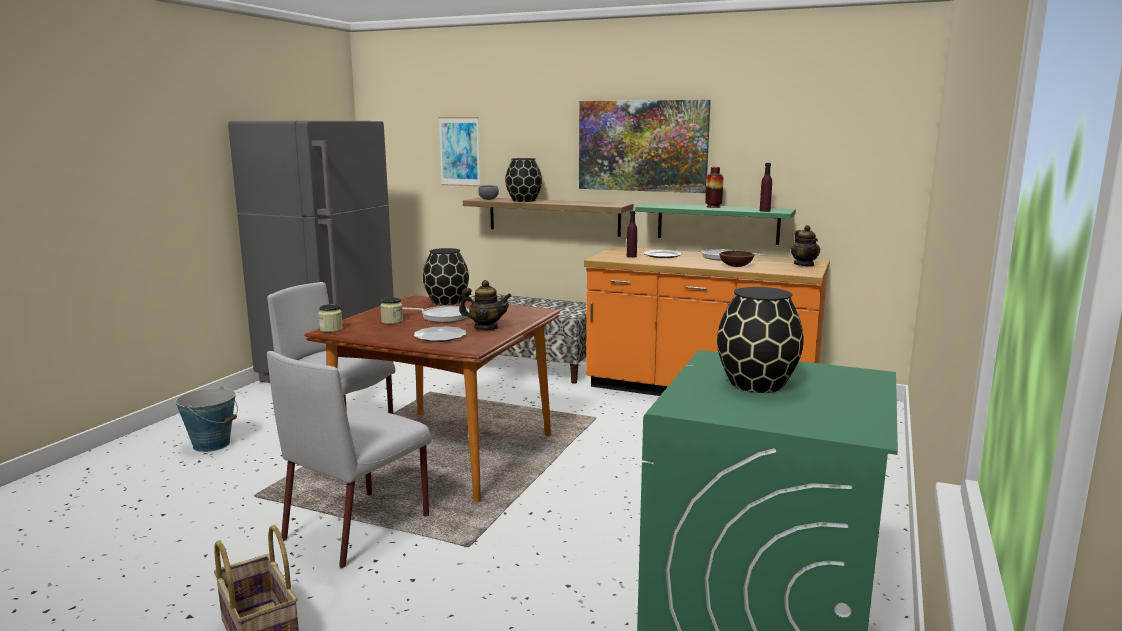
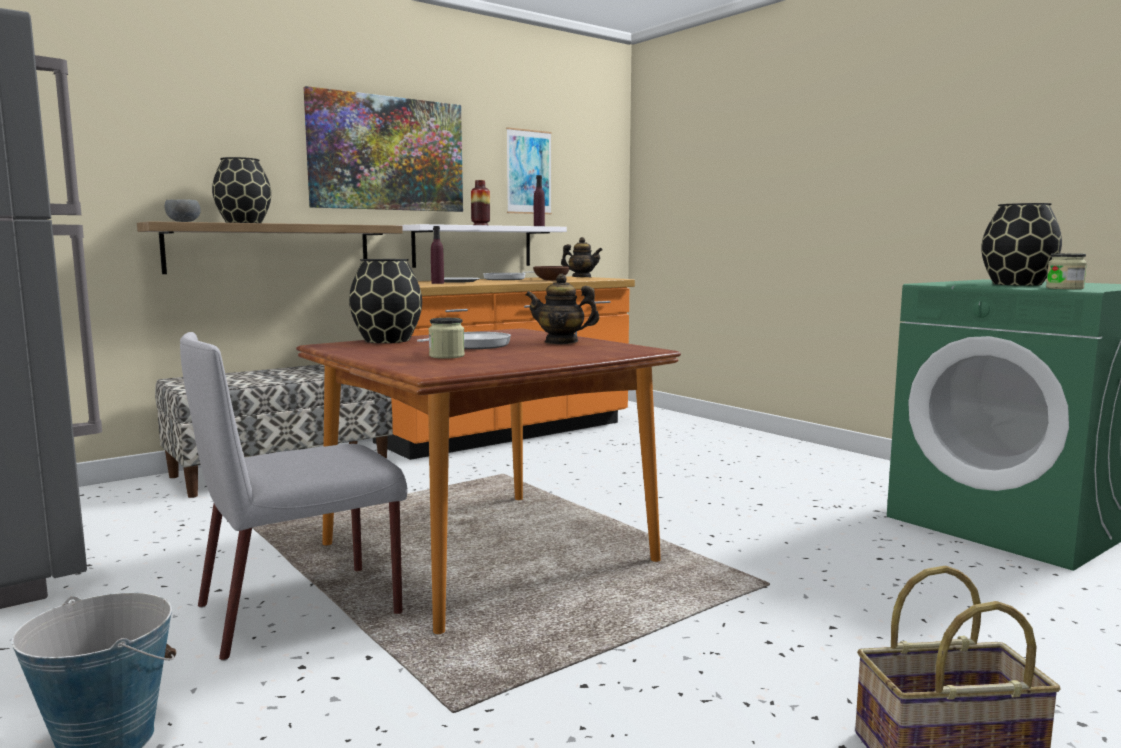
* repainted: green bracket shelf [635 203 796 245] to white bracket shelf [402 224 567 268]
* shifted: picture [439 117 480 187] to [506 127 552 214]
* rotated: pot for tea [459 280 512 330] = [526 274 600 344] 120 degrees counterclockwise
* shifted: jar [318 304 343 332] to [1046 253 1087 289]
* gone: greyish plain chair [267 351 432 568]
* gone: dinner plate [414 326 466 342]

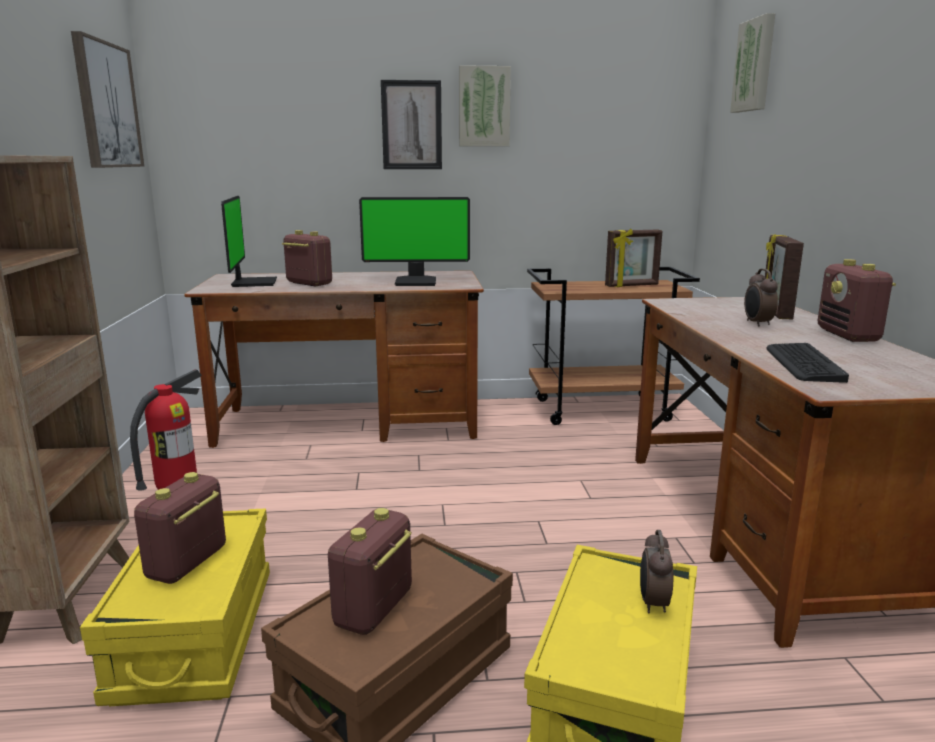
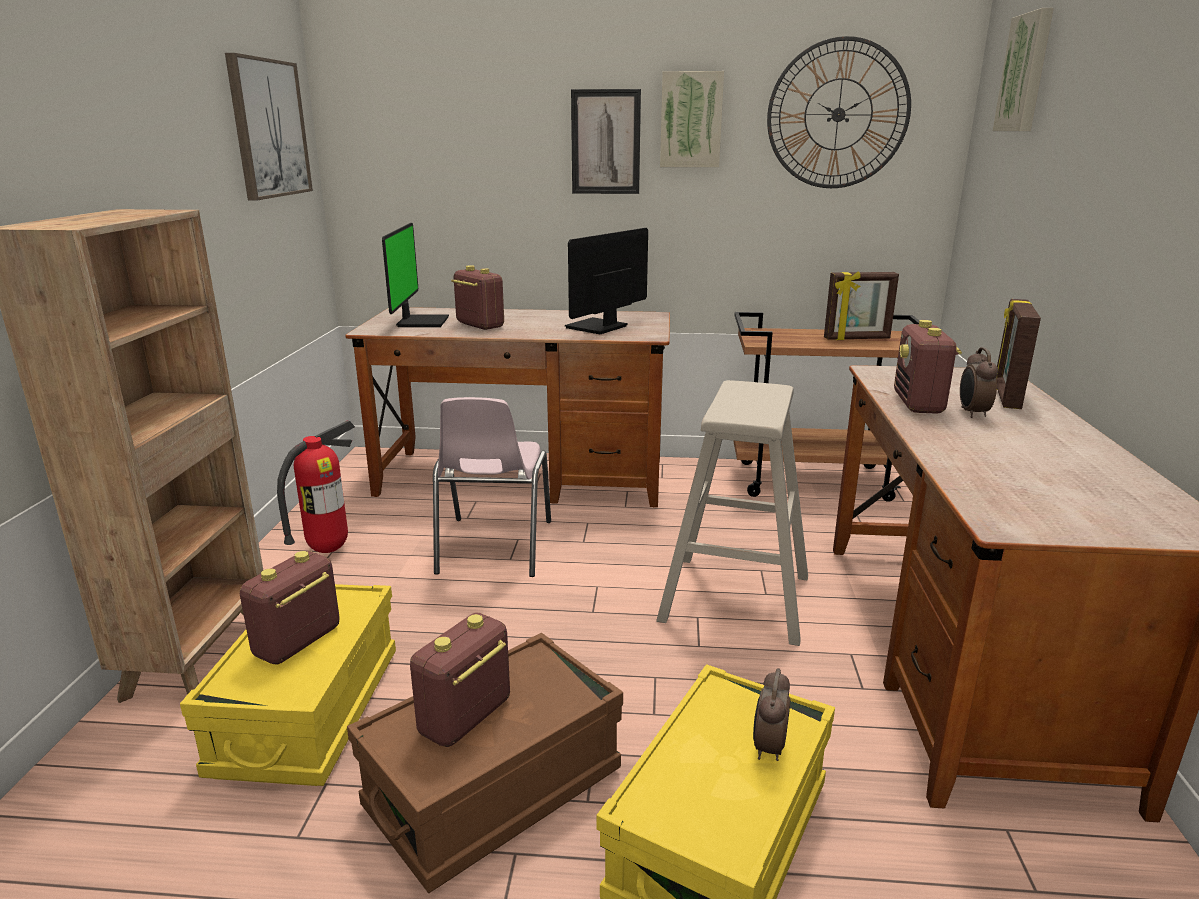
* new: pinkish plain chair [433 397 551 577]
* rotated: monitor [359 197 470 286] = [565 228 648 334] 120 degrees clockwise
* new: sand-coloured stool [656 380 808 646]
* new: clock on the wall [767 36 911 188]
* shifted: radio [818 259 896 342] to [894 320 962 414]
* gone: PC keyboard [767 343 849 383]

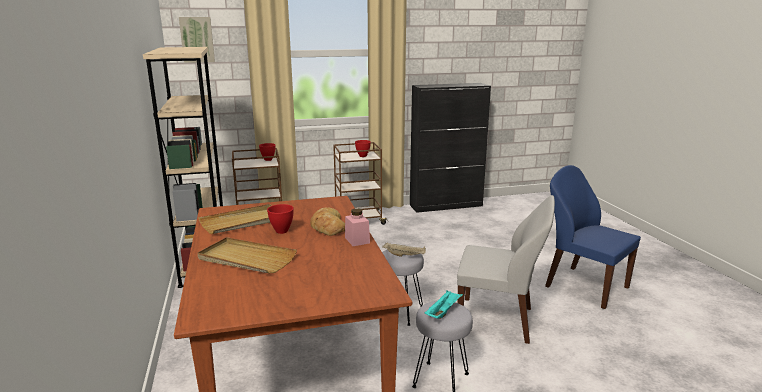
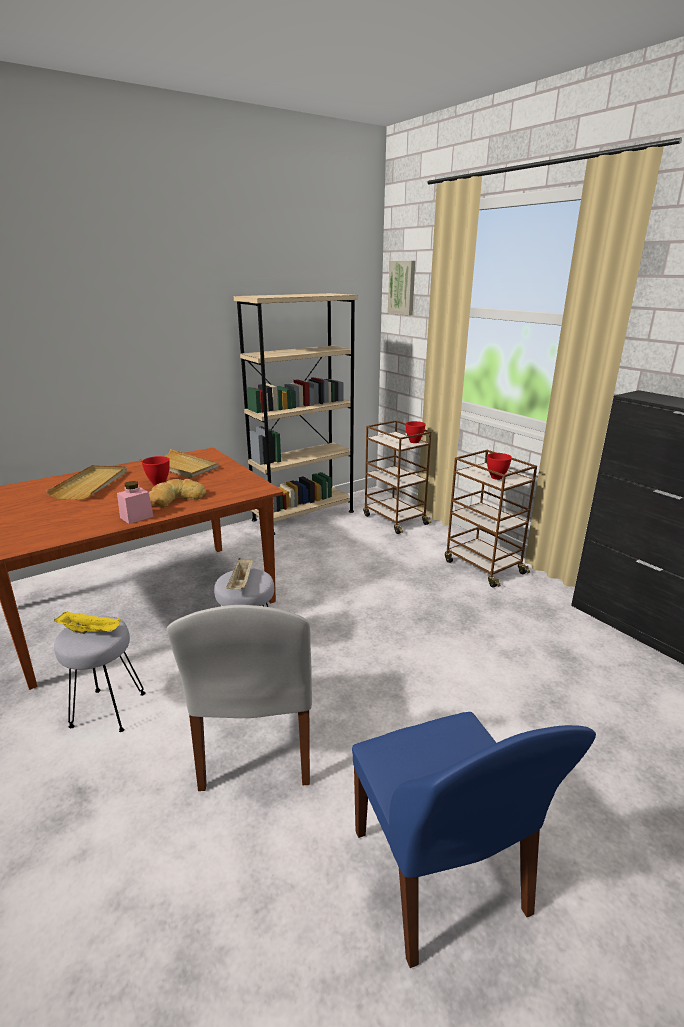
* repainted: blue-green carrying tray [425 290 463 319] to yellow carrying tray [54 611 121 634]
* rotated: blue plain chair [545 165 641 309] = [352 712 596 968] 135 degrees clockwise

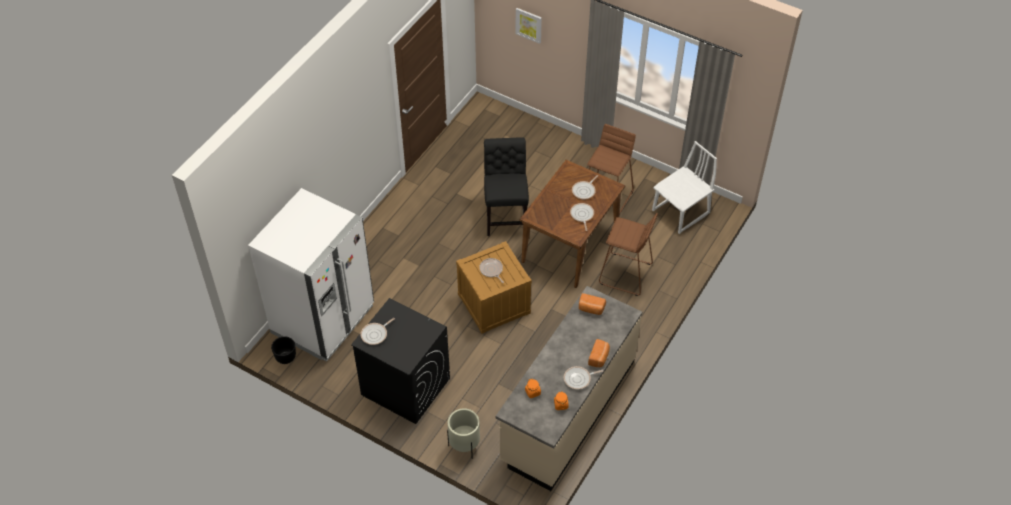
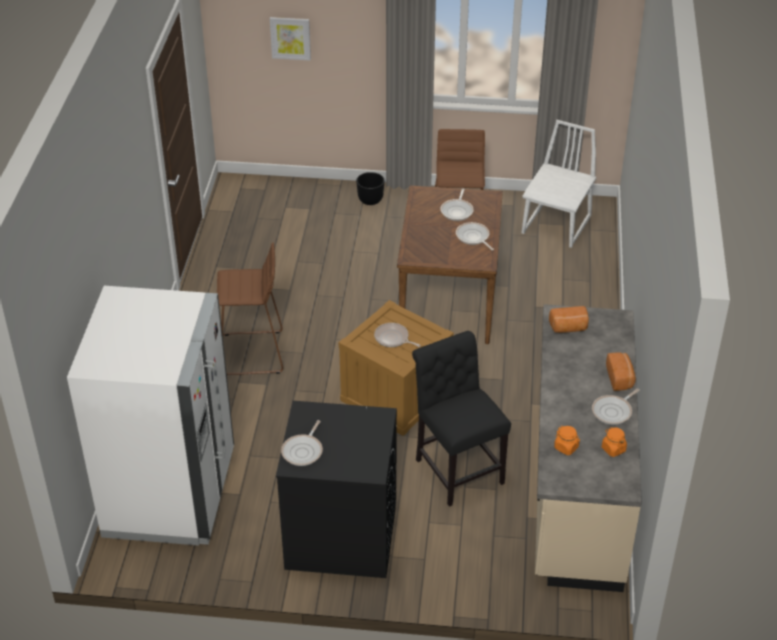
* shifted: brown-coloured stool [599 213 658 296] to [217 242 283 375]
* shifted: black-coloured planter [271 336 296 364] to [356 172 385 205]
* shifted: black-coloured plain chair [484 137 529 236] to [412 331 511 507]
* gone: sand-coloured planter [447 408 480 459]

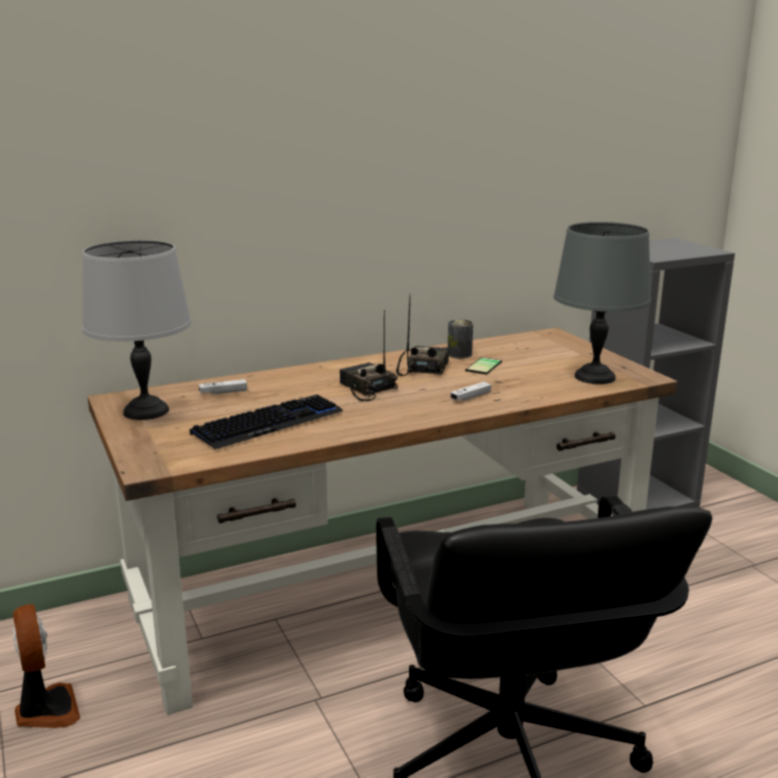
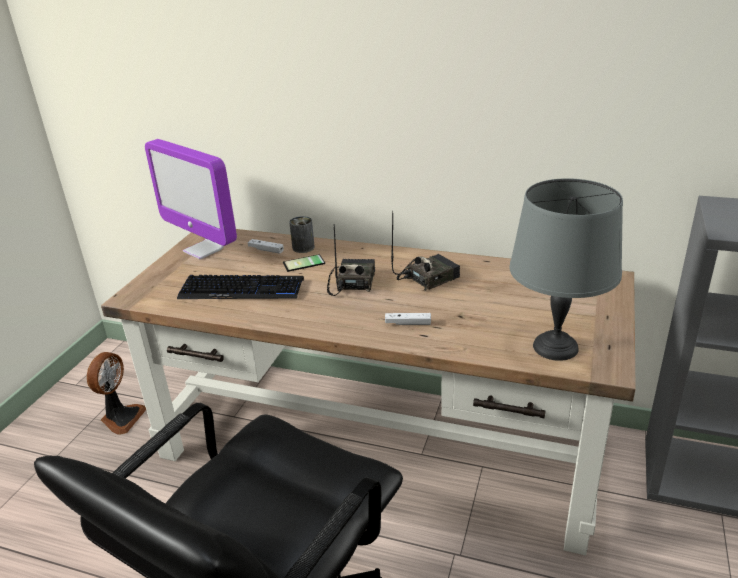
* swapped: greyish lamp for a table [82 240 191 420] to monitor [145 139 237 259]
* shifted: telephone [465 357 502 375] to [283 254 325 272]
* shifted: metal can [448 319 473 359] to [289 216 315 253]

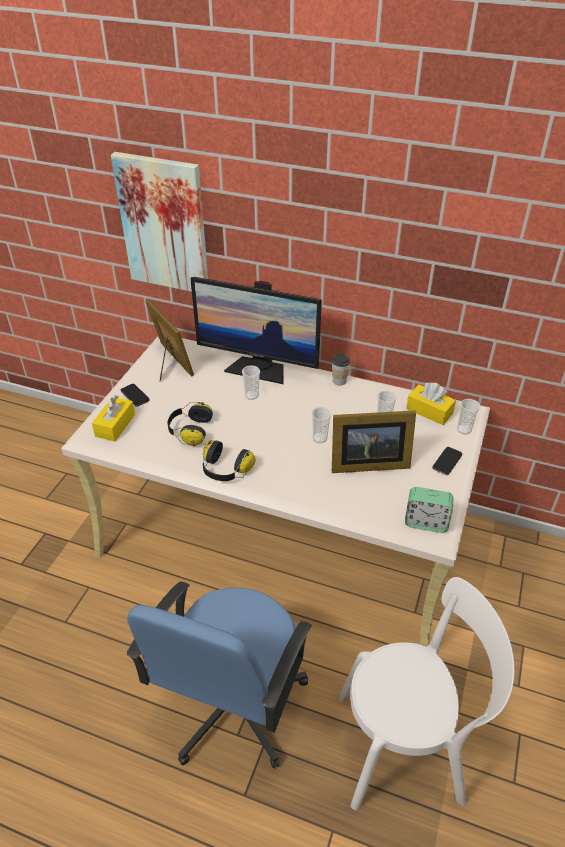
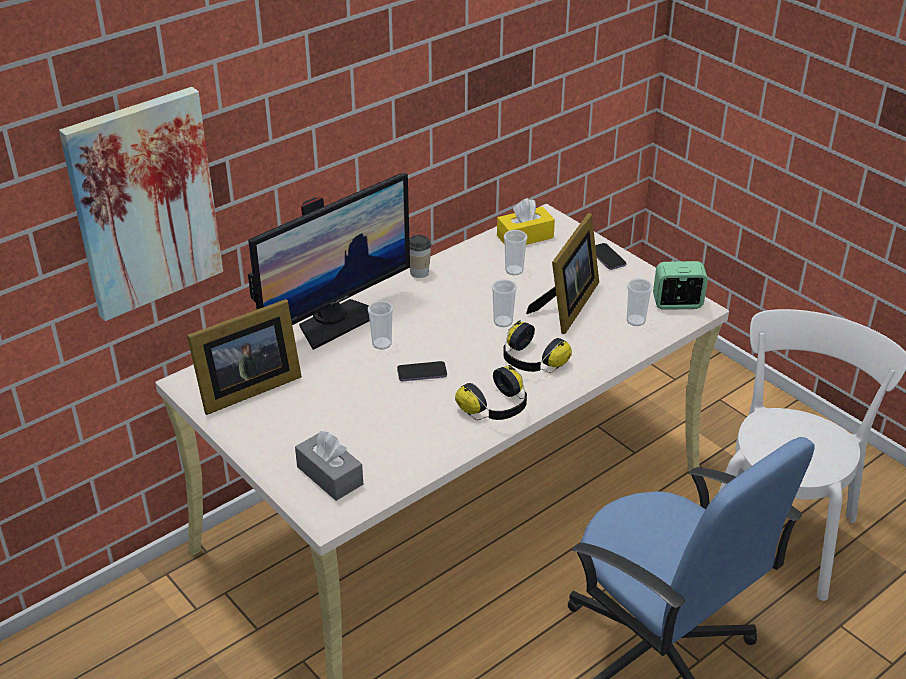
* rotated: picture frame [145 299 194 381] = [187 299 302 415] 150 degrees clockwise
* repainted: yellow box of tissues [92 395 135 442] to greyish box of tissues [295 431 363 501]
* shifted: telephone [121 384 150 407] to [397 361 447 381]
* shifted: pair of headphones [168 402 213 446] to [503 320 572 373]
* shifted: small cup [457 399 480 434] to [626 278 653 326]
* rotated: bedside clock [405 487 454 533] = [653 261 708 310] 135 degrees counterclockwise

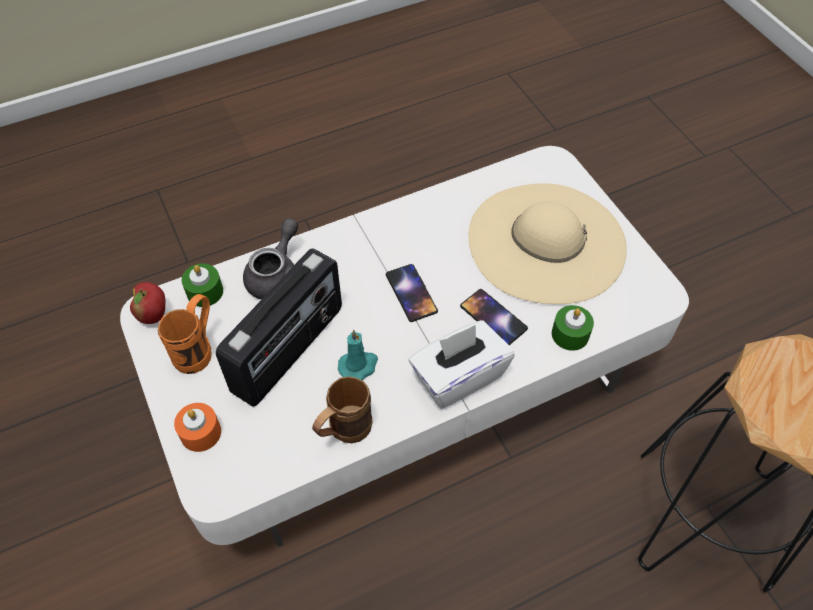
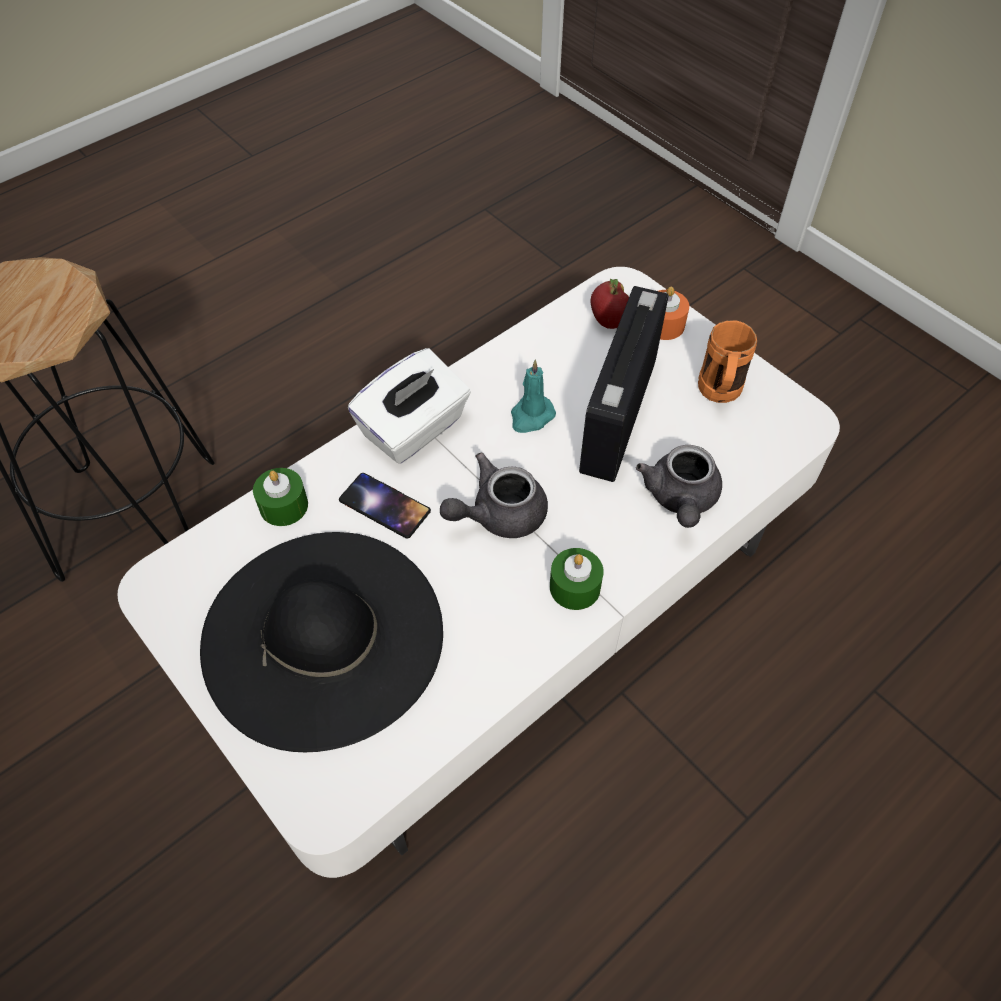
* repainted: sand-coloured clothing hat [468 183 627 304] to black-coloured clothing hat [200 532 443 752]
* swapped: telephone [386 264 438 322] to greyish pot for tea [440 453 548 538]
* shifted: green candle [182 263 223 307] to [550 548 604 610]
* shifted: apple fruit [130 282 166 324] to [590 279 629 329]
* gone: brown-coloured coffee mug [312 376 373 443]

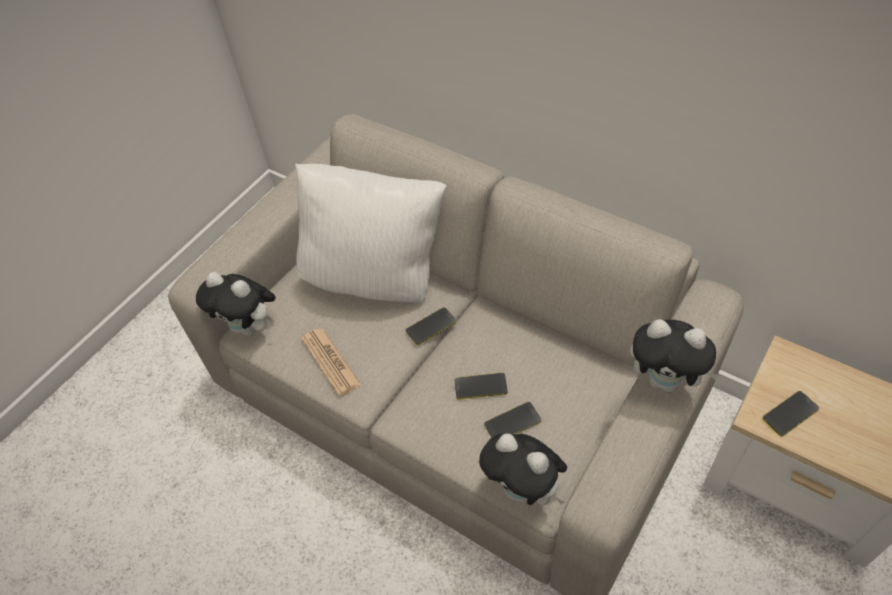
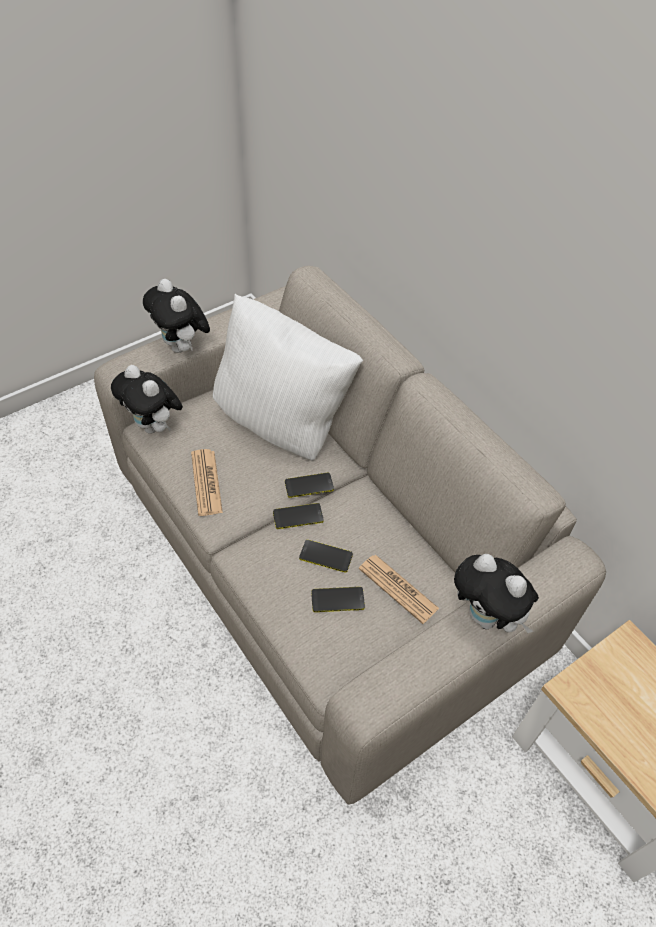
* shifted: plush toy [479 433 567 505] to [143 279 210 353]
* shifted: telephone [762 391 819 436] to [273 503 324 529]
* new: printed paper [359 555 439 624]

